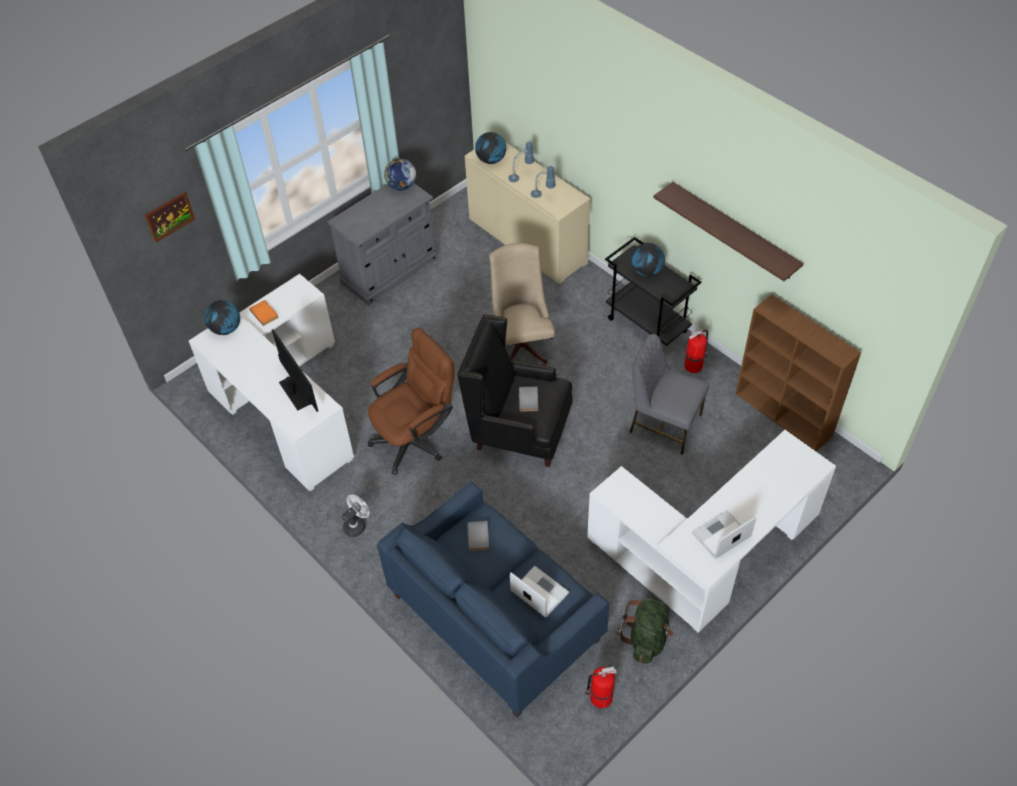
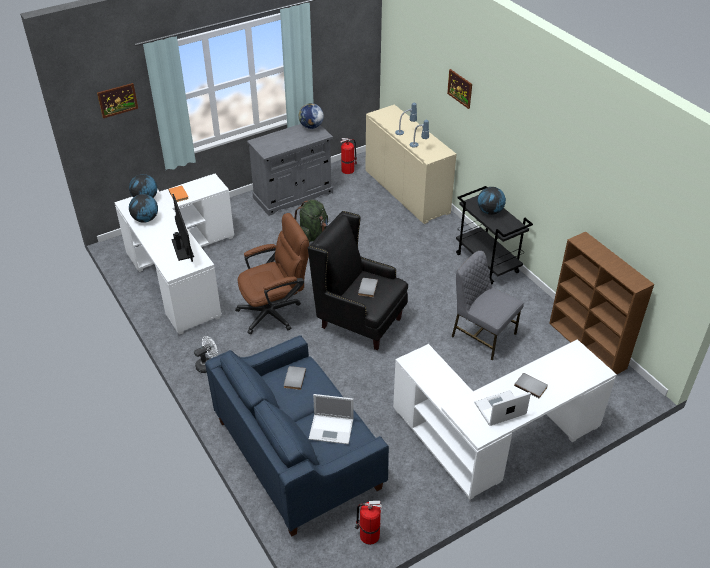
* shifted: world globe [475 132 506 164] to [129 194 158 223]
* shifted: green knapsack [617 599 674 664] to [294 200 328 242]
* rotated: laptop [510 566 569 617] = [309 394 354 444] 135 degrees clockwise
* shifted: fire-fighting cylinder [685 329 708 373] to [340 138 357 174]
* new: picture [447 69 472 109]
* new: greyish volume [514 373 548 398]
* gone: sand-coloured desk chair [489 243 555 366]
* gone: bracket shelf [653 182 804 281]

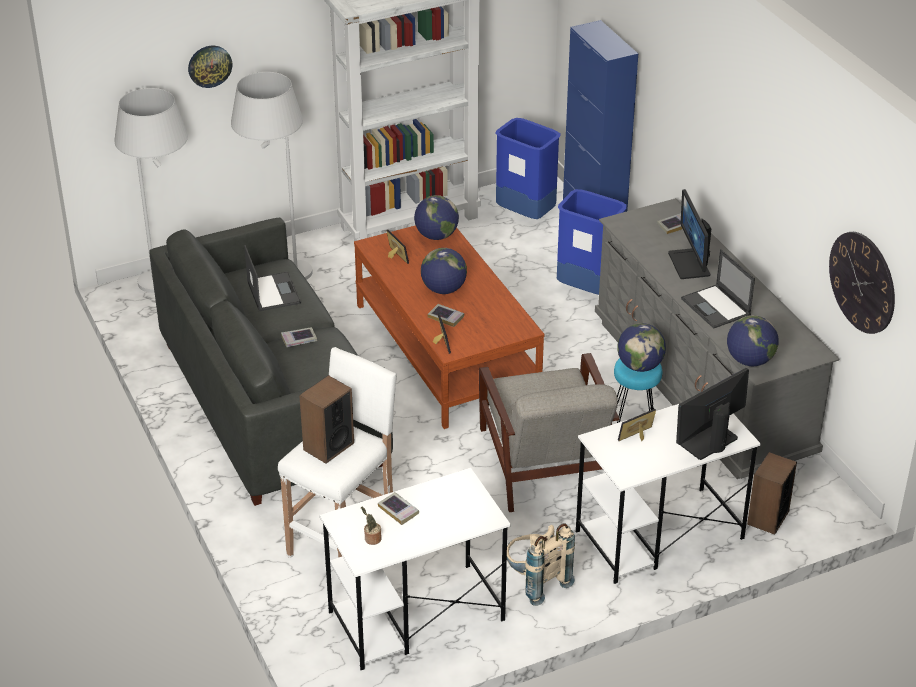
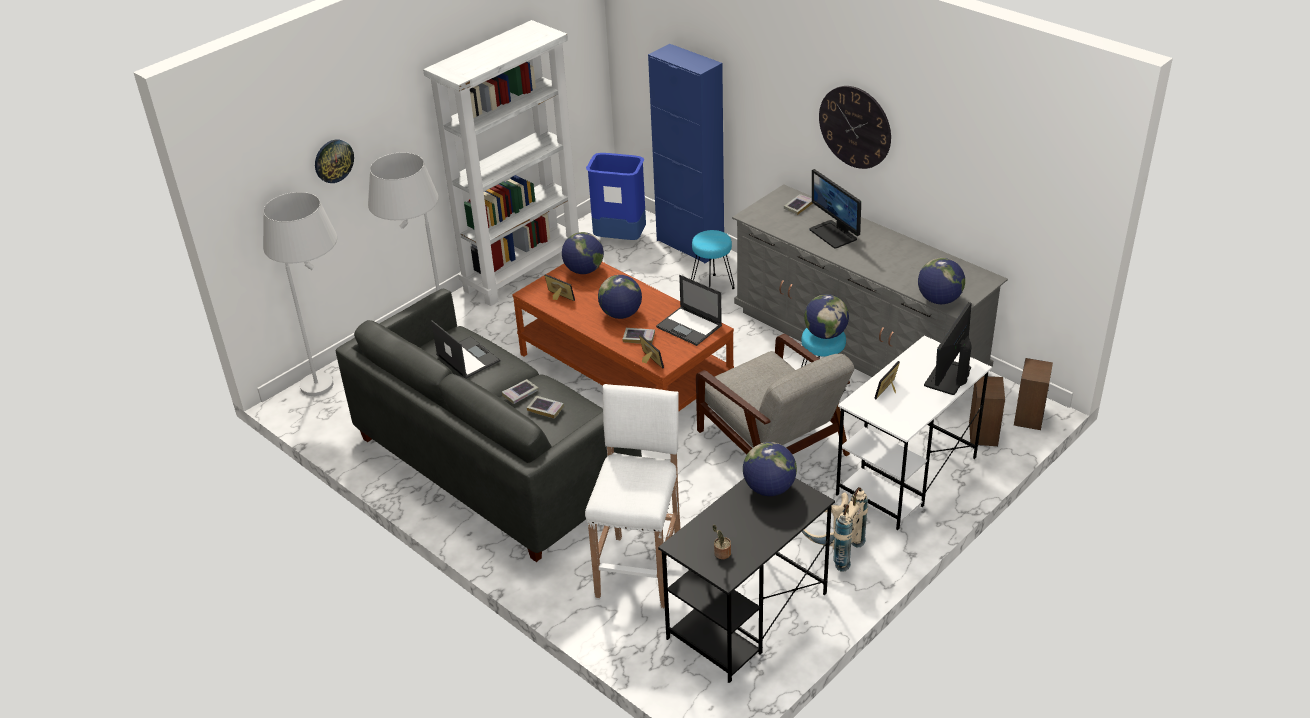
* shifted: volume [378 492 419 525] to [527 396 564 419]
* shifted: laptop [681 249 755 329] to [656 275 722 346]
* repainted: white desk unit [320 468 511 670] to black-coloured desk unit [658 478 835 683]
* swapped: blue waste bin [557 189 627 295] to blue-green stool [691 230 735 289]
* new: world globe [743 442 797 496]
* shifted: clock on the wall [829 232 895 334] to [819 86 891 169]
* shifted: audio speaker [299 375 354 464] to [1014 358 1053 430]

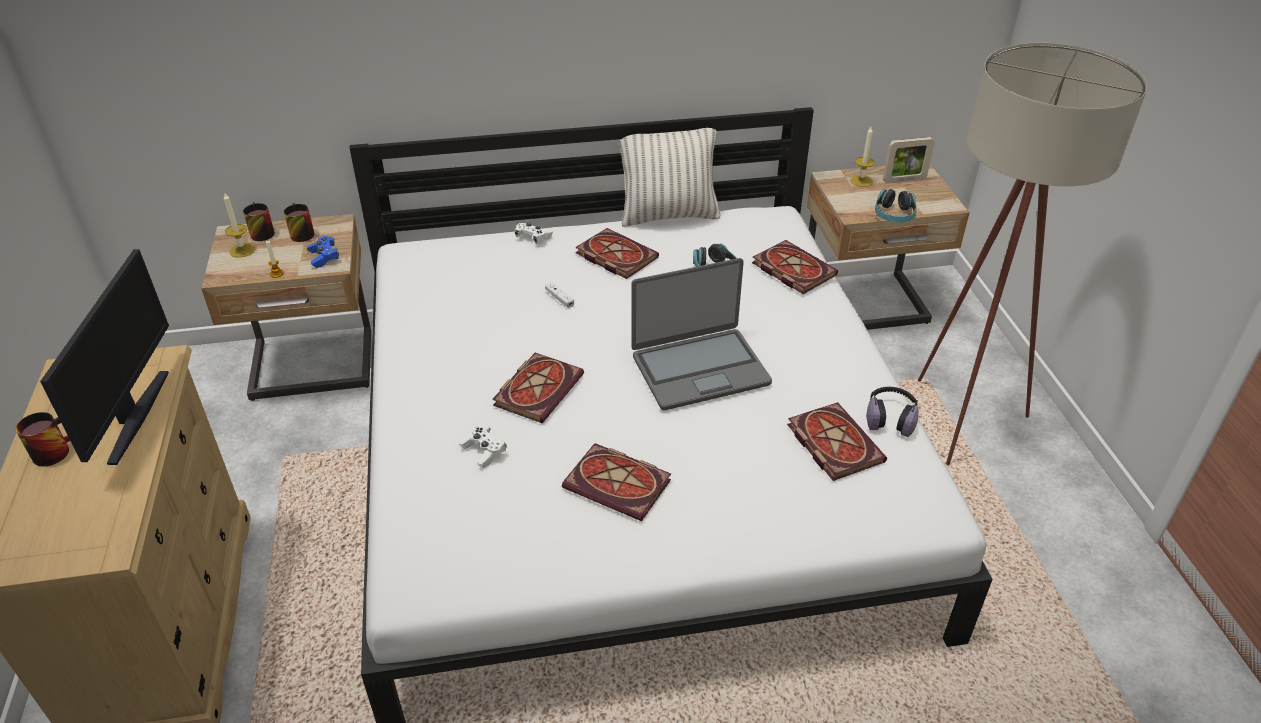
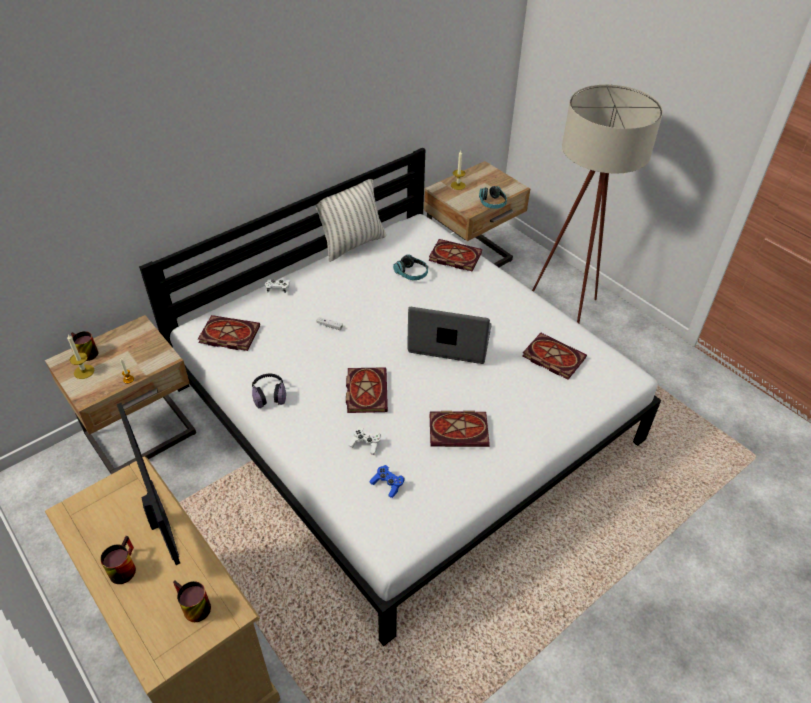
* shifted: coffee mug [284 203 315 242] to [173 581 211 622]
* shifted: volume [575 228 659 279] to [198 315 260 351]
* shifted: pair of headphones [866 387 919 437] to [252 374 286 408]
* shifted: blue joypad [307 236 339 268] to [369 465 405 498]
* rotated: laptop [631 258 772 410] = [407 307 492 364] 120 degrees counterclockwise
* gone: picture frame [883 137 935 184]

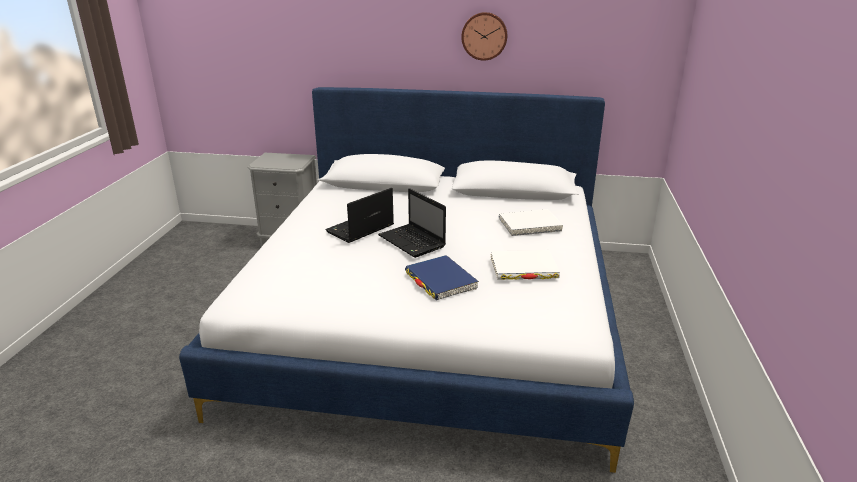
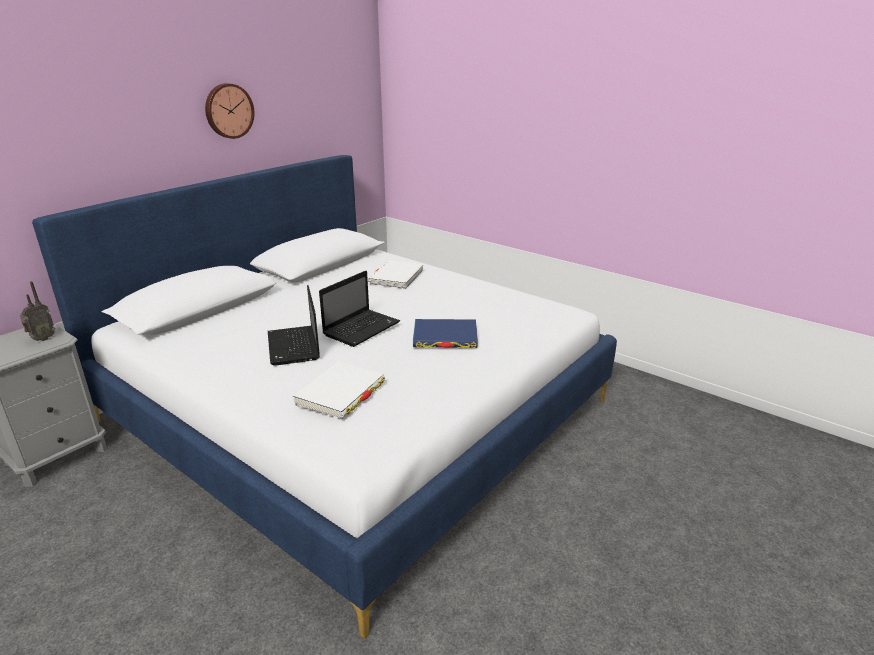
* new: radio [20 281 55 341]
* shifted: white volume [491 250 560 280] to [293 362 385 419]
* rotated: laptop [378 188 446 258] = [319 271 400 347] 45 degrees counterclockwise

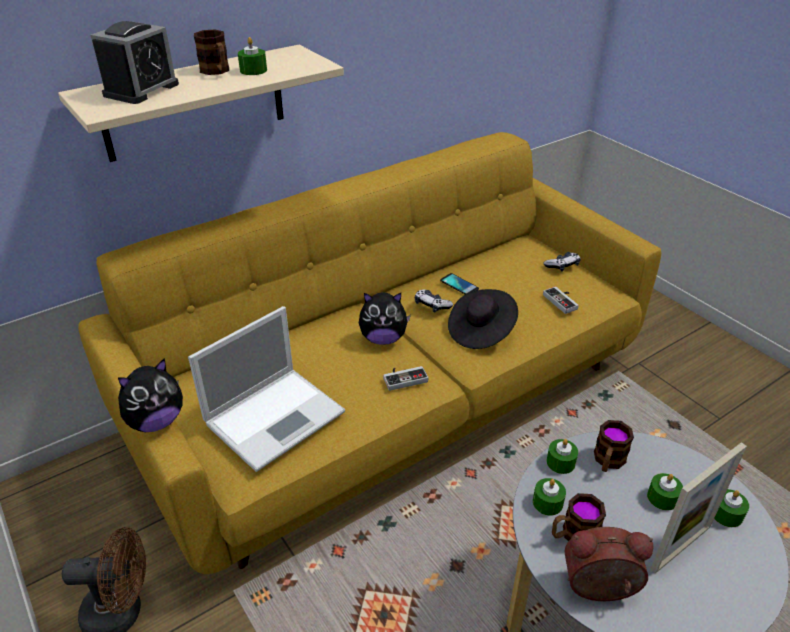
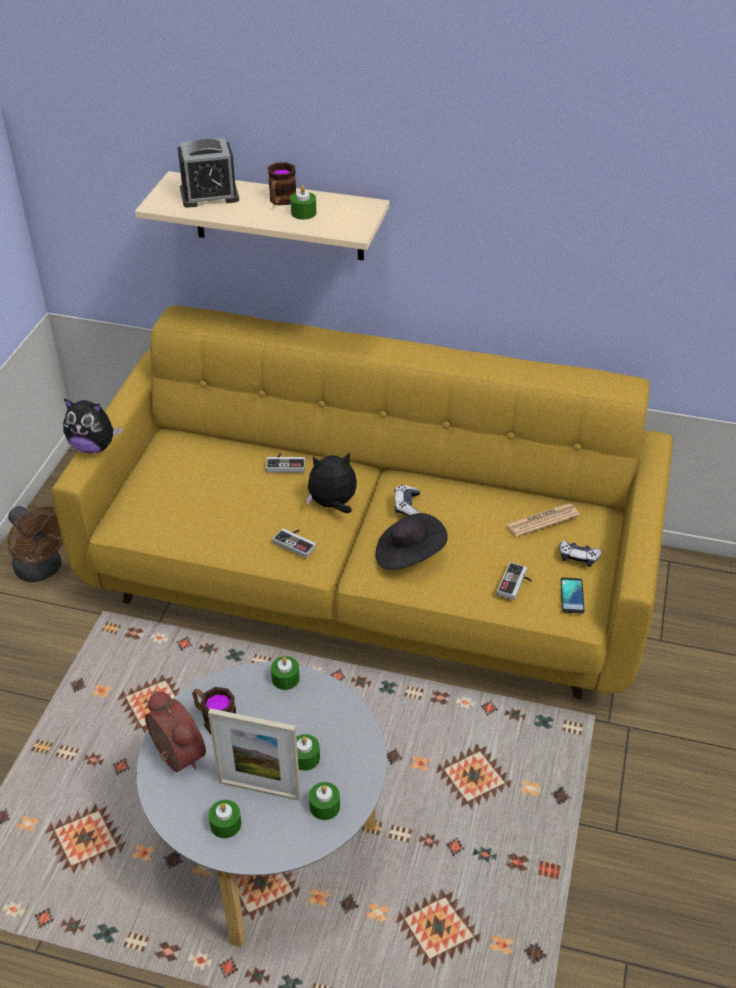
* shifted: green candle [533 478 566 516] to [209 800 241 838]
* new: joypad [266 453 305 472]
* rotated: plush toy [359 292 411 345] = [306 452 357 513] 120 degrees clockwise
* new: printed paper [506 503 580 537]
* shifted: telephone [440 273 479 295] to [561 577 584 614]
* gone: laptop [188 306 345 472]
* gone: coffee mug [594 420 634 472]

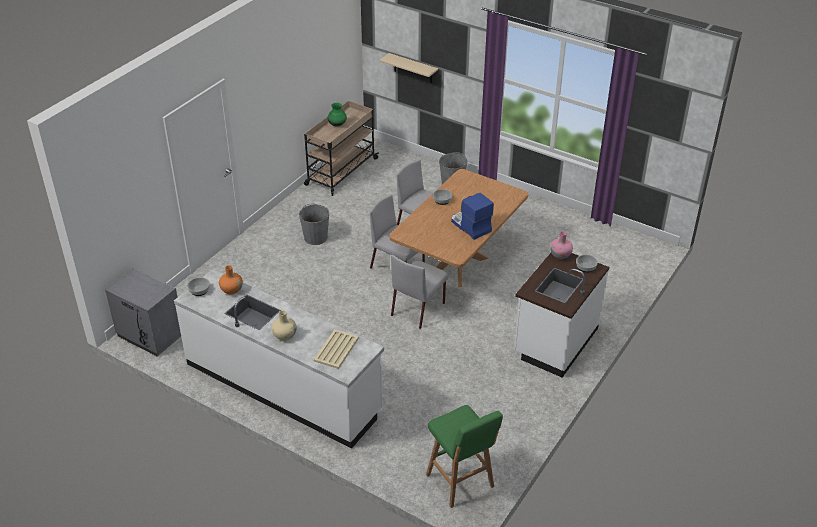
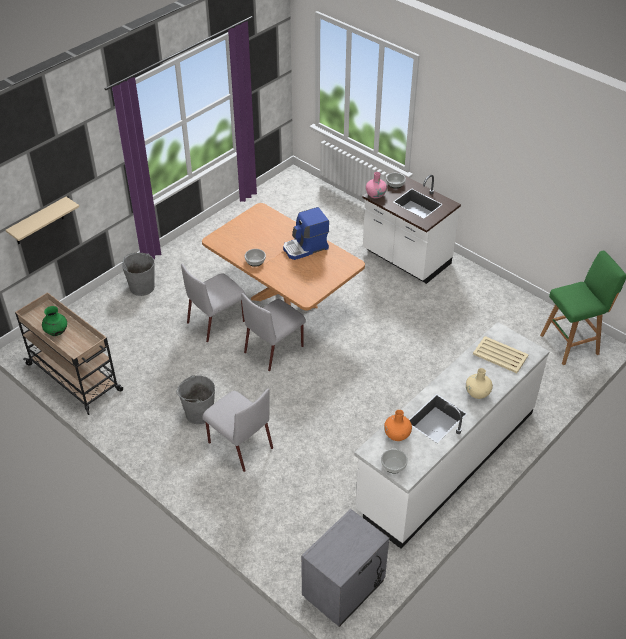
* shifted: greyish plain chair [391 255 448 329] to [202 388 273 472]

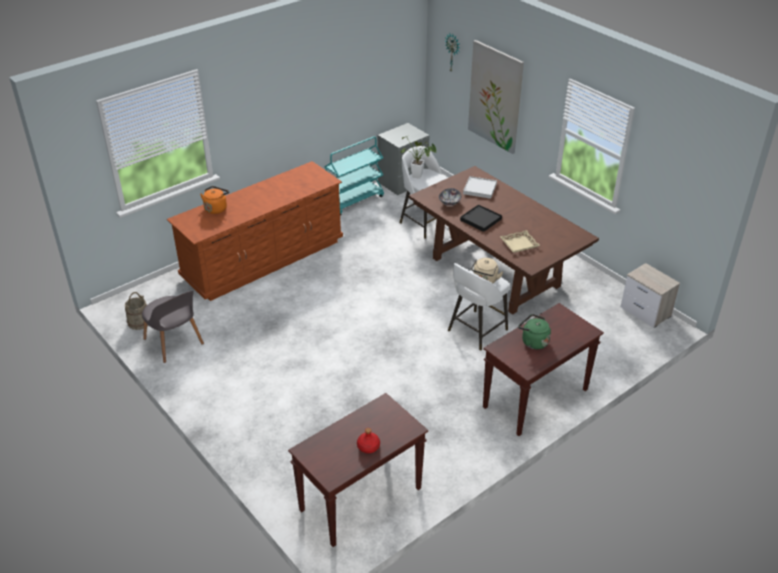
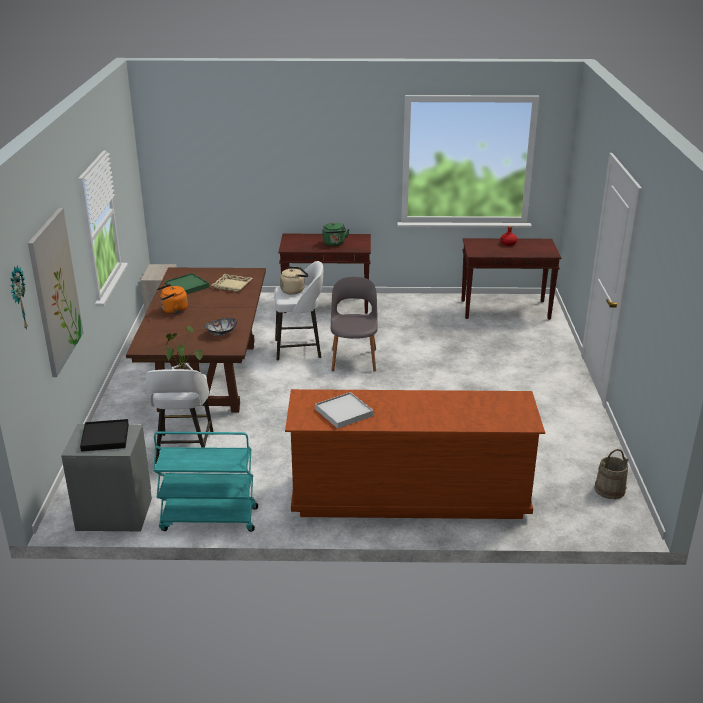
* shifted: black-coloured carrying tray [460 205 502 232] to [80 419 129 452]
* shifted: orangey tea kettle [200 186 229 214] to [156 284 188 314]
* new: green carrying tray [164 273 209 294]
* shifted: white carrying tray [463 176 497 199] to [315 392 374 429]
* shifted: greyish plain chair [142 290 204 363] to [331 277 378 372]

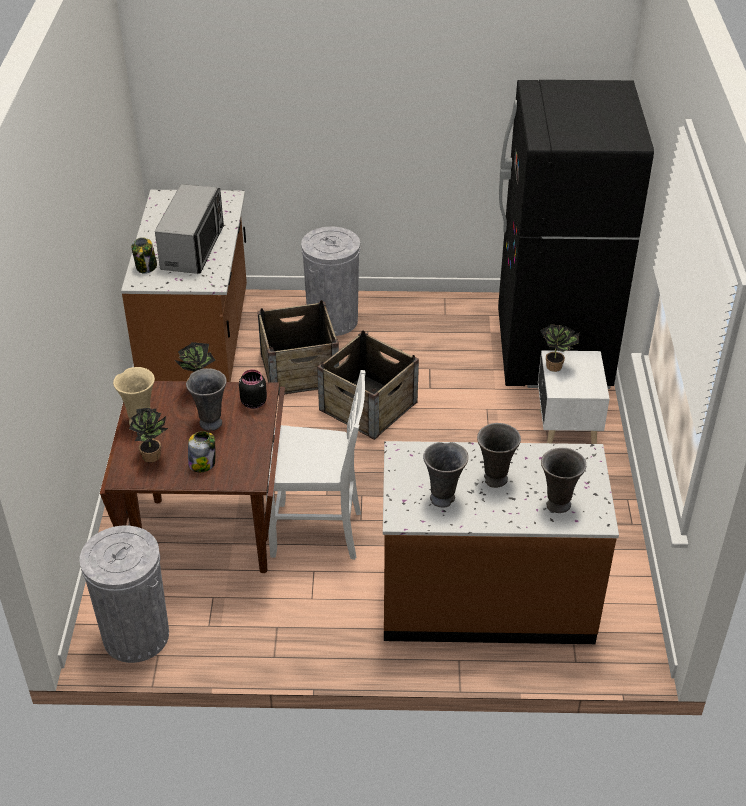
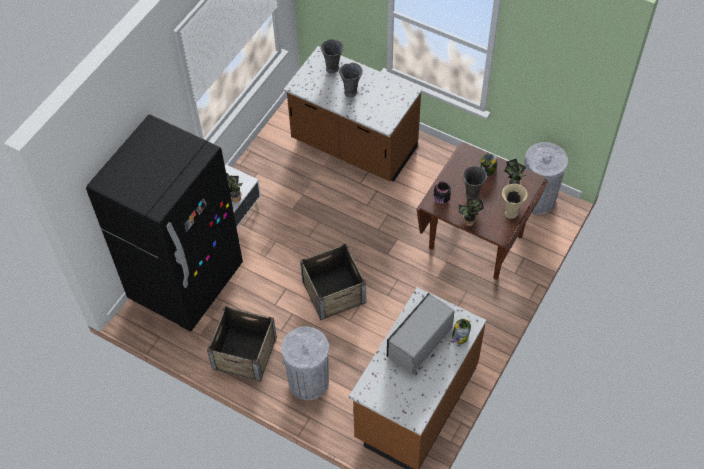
* shifted: crate [257 300 339 395] to [207 306 277 382]
* gone: white plain chair [266 370 366 560]
* gone: greyish vase [423 442 468 507]

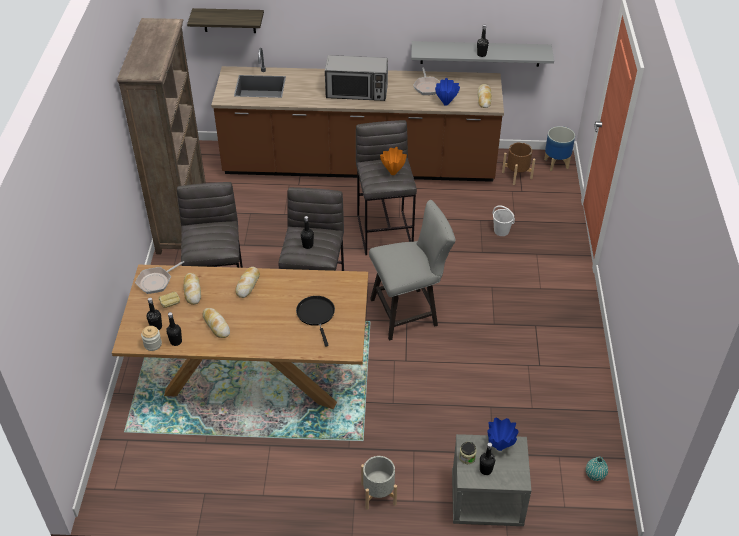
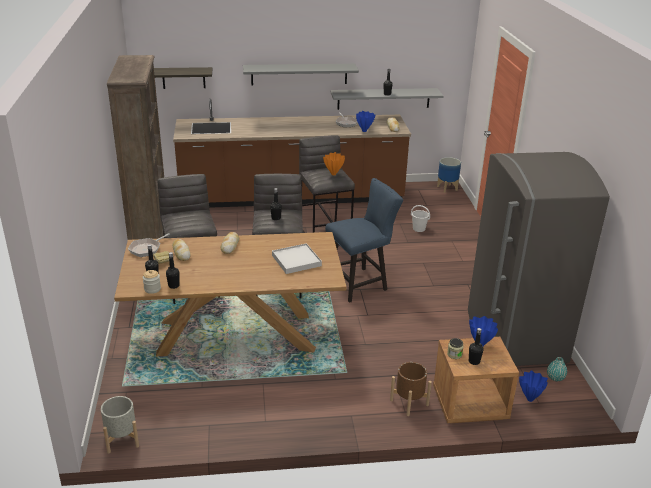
* shifted: greyish planter [361 456 397 510] to [101 396 139 454]
* new: greyish bracket shelf [243 64 359 86]
* swapped: black-coloured pan [296 296 335 347] to white carrying tray [272 243 322 274]
* repainted: greyish plain chair [369 200 455 341] to blue plain chair [325 178 403 303]
* shifted: brown-coloured planter [502 142 536 185] to [390 362 432 416]
* repainted: greyish night table [452 434 531 526] to brown-coloured night table [433 337 519 423]
* new: greyish refrigerator [468 152 610 366]
* new: blue vase [519 370 548 402]
* gone: baked bread [203 308 230 338]
* gone: microwave [325 55 388 101]

